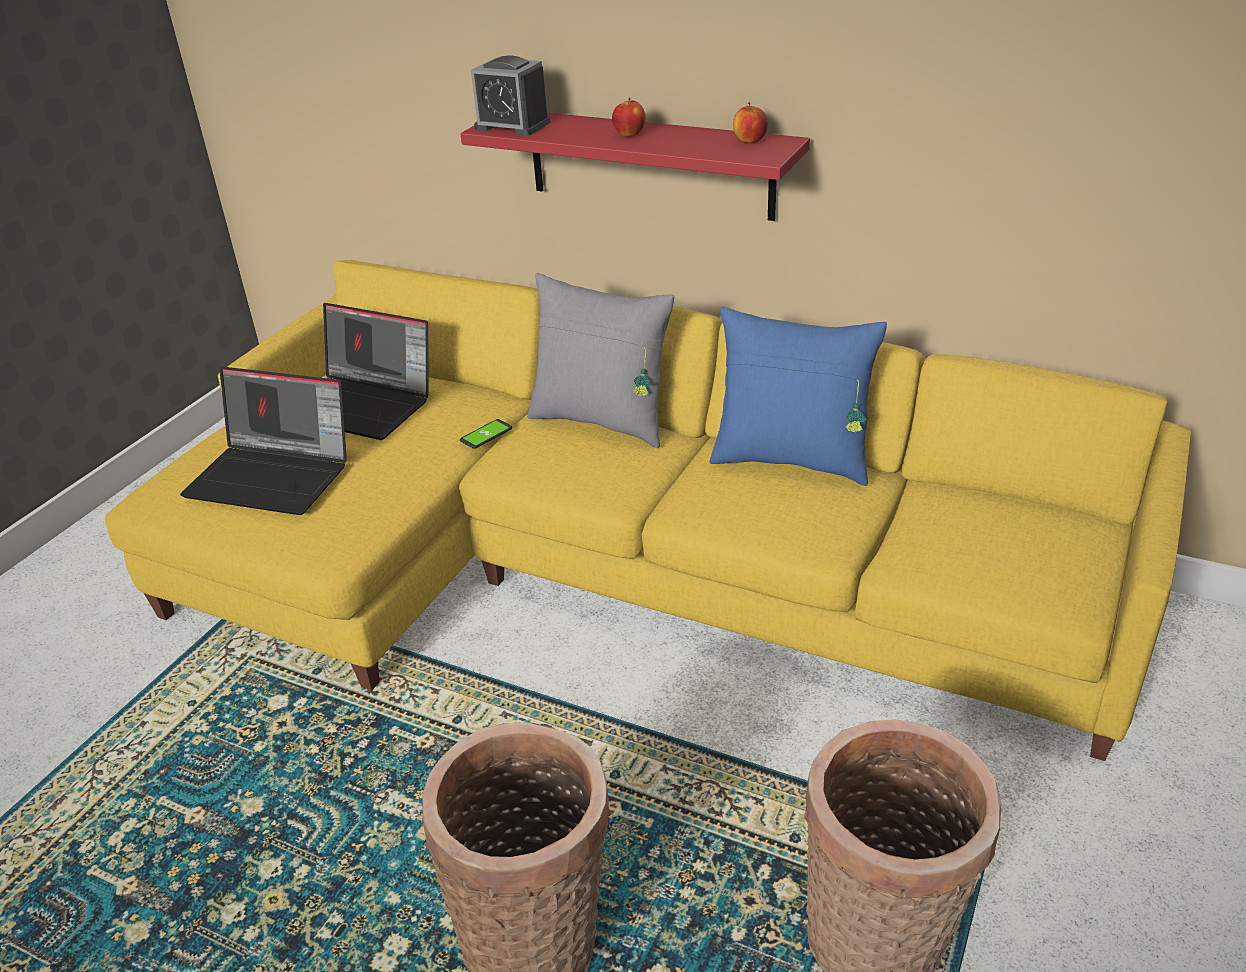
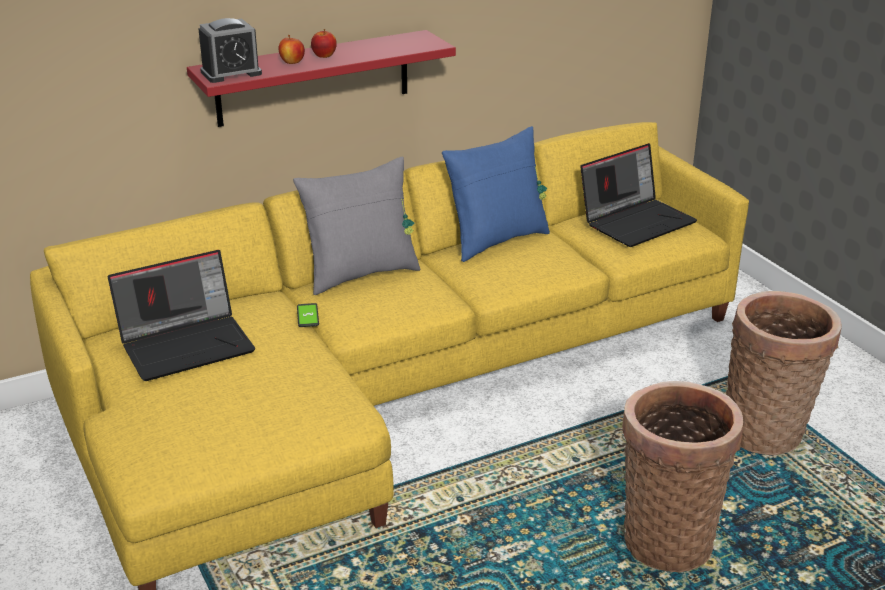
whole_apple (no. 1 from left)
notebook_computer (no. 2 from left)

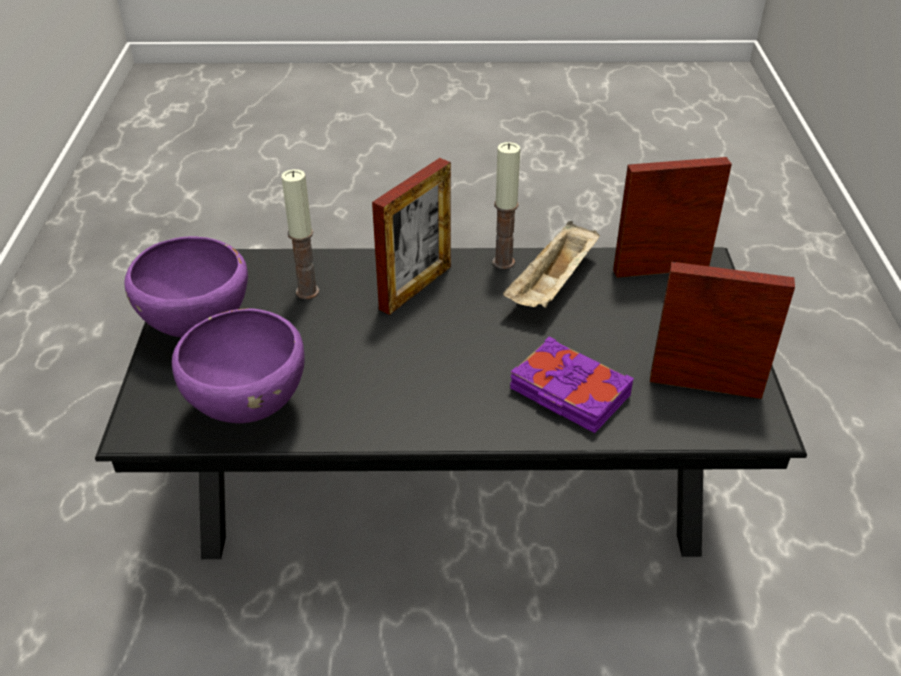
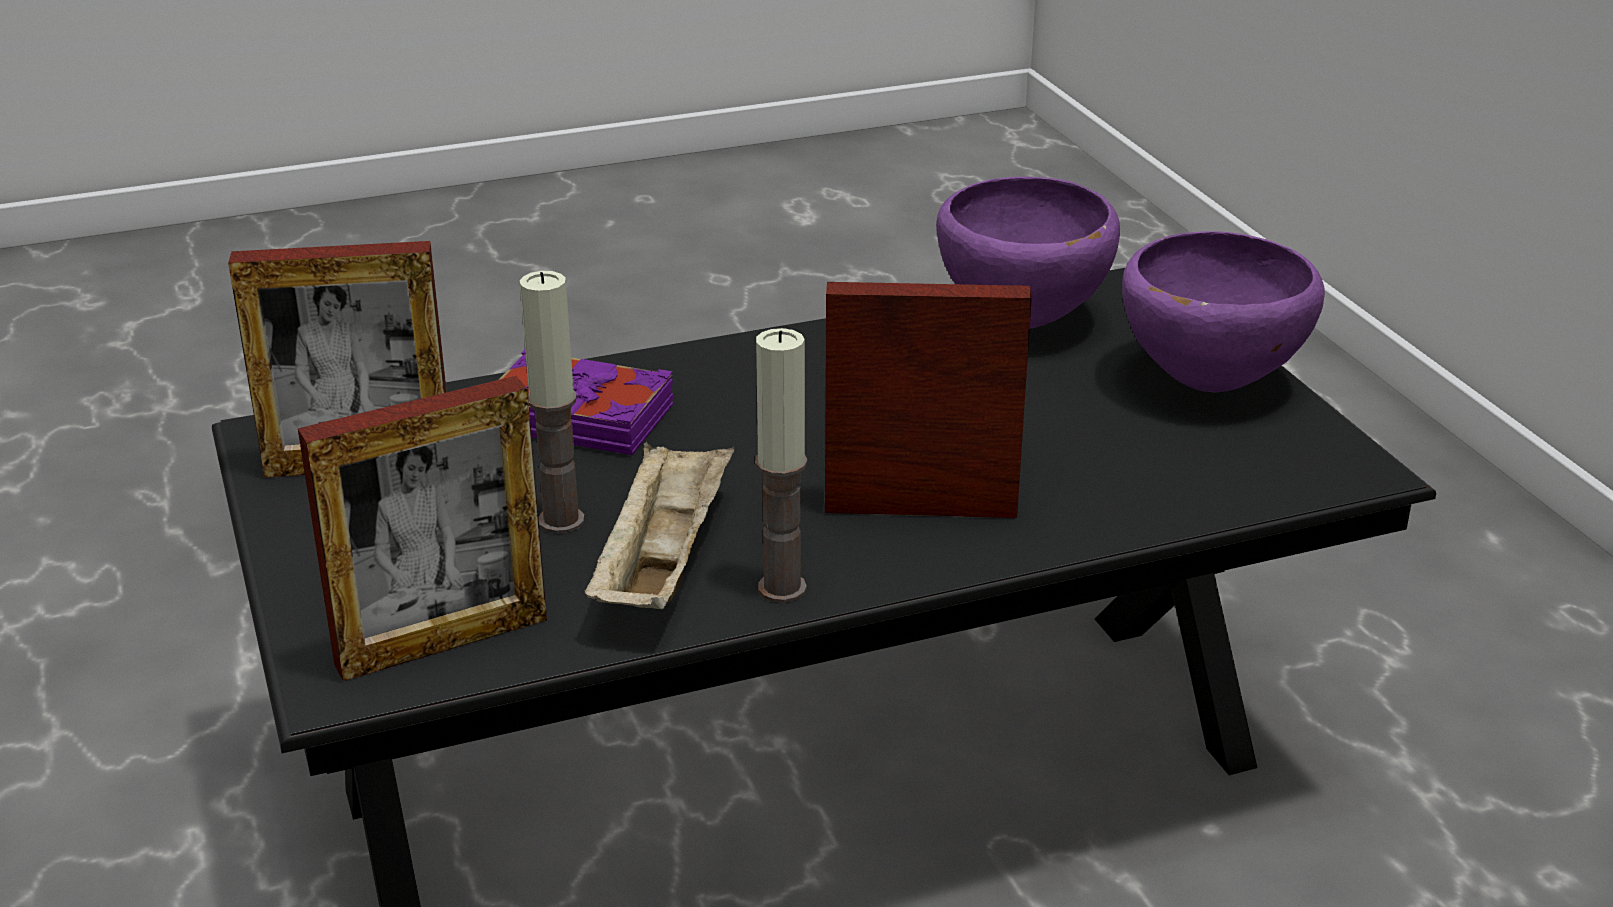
wax_light (no. 1 from left)
photo_frame (no. 3 from left)

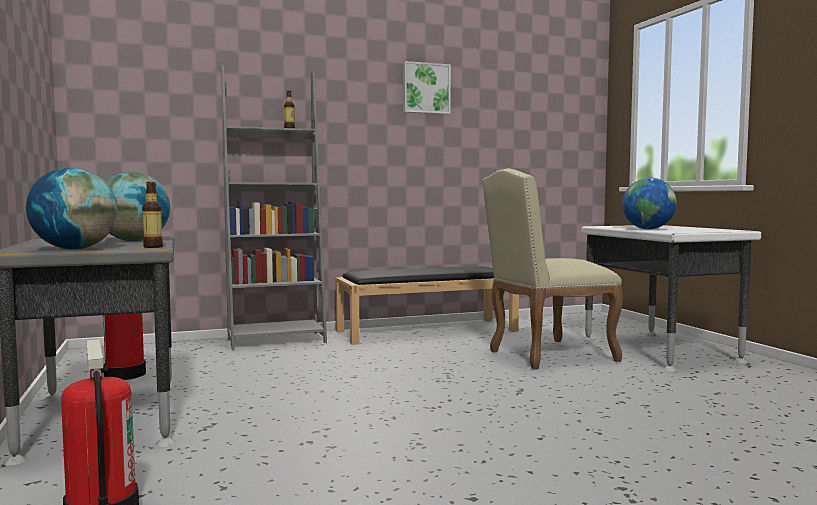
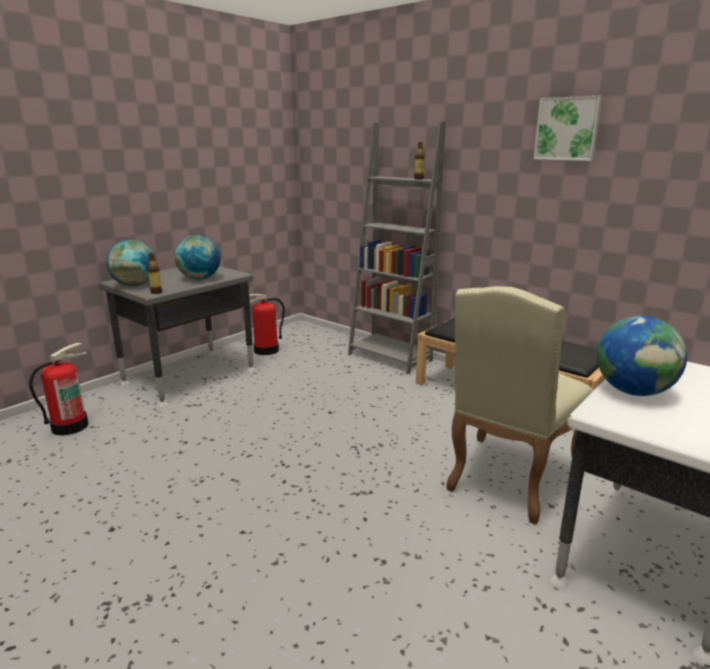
sand-coloured_chair

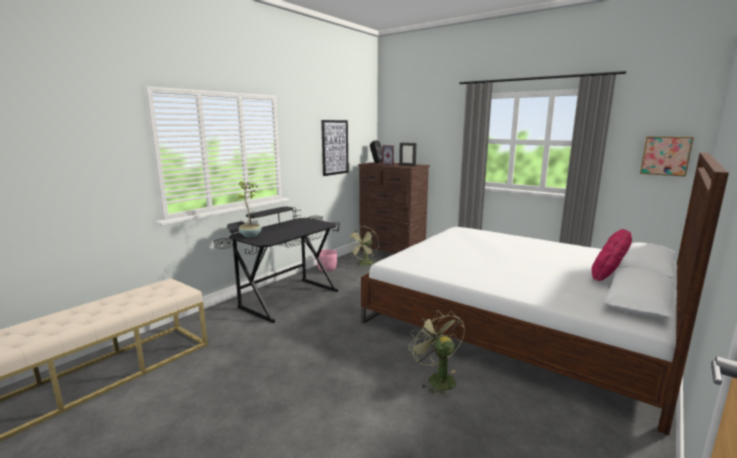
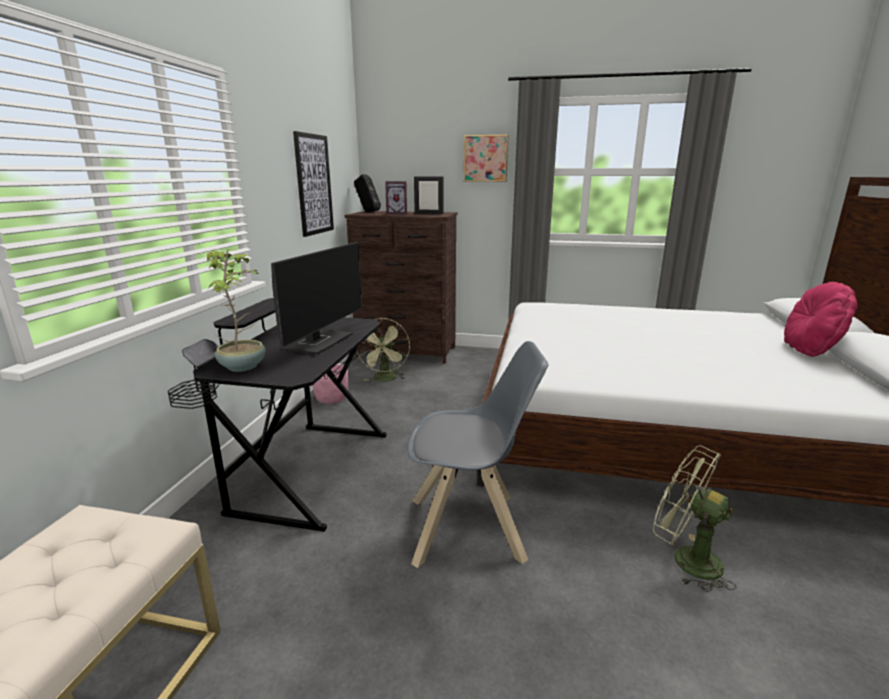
computer_screen
grey_chair
wall_art (no. 2 from left)

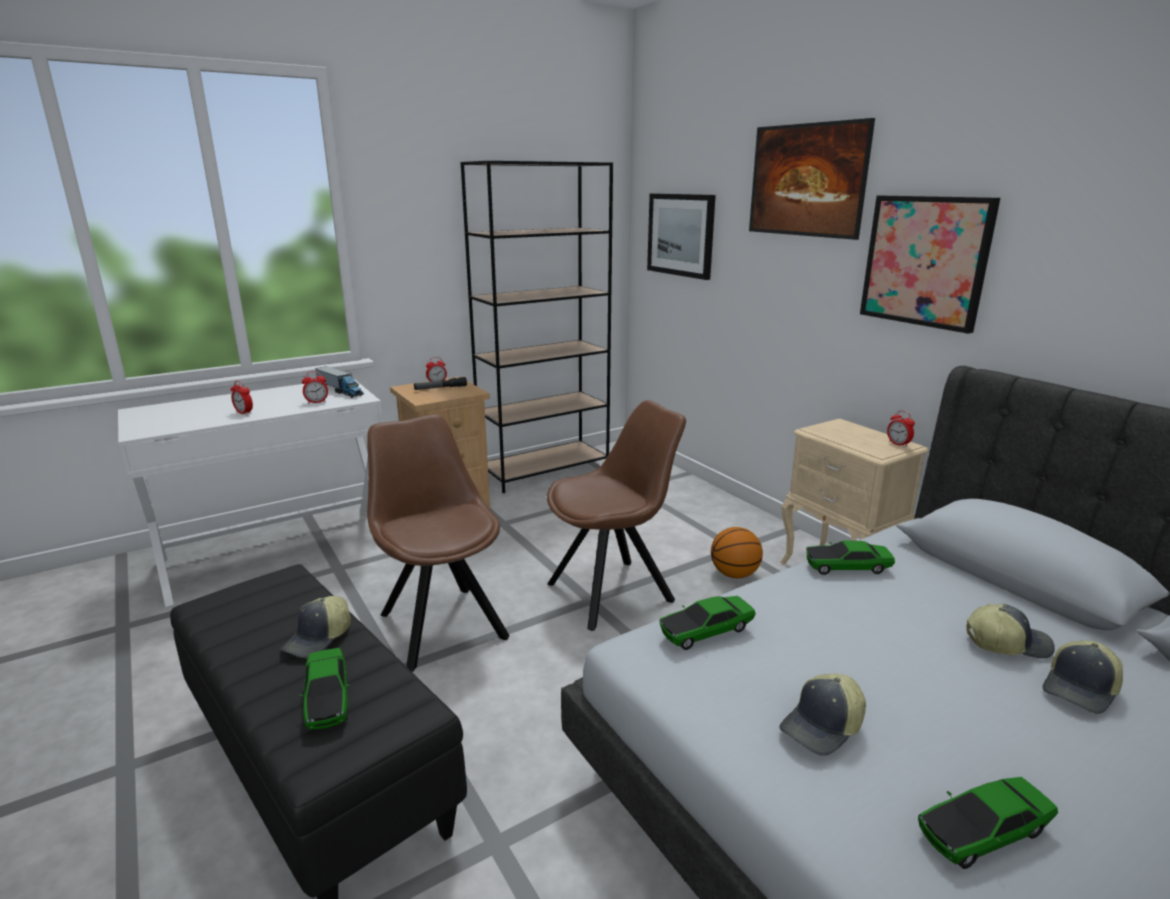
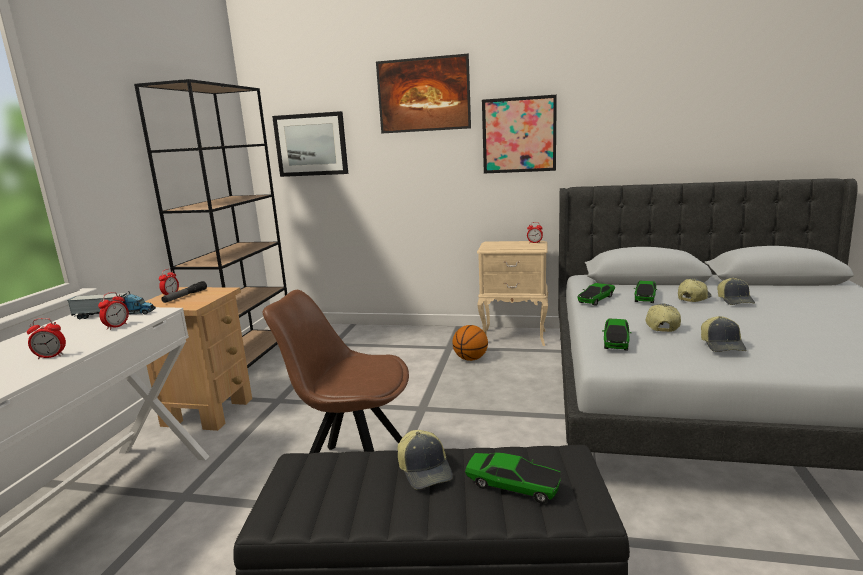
toy_car (no. 4 from left)
baseball_cap (no. 2 from left)
brownish_chair (no. 2 from left in the first image)

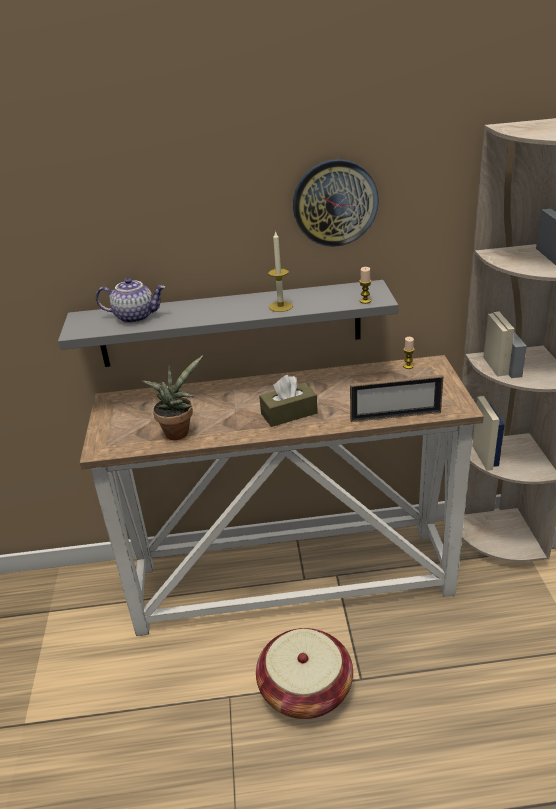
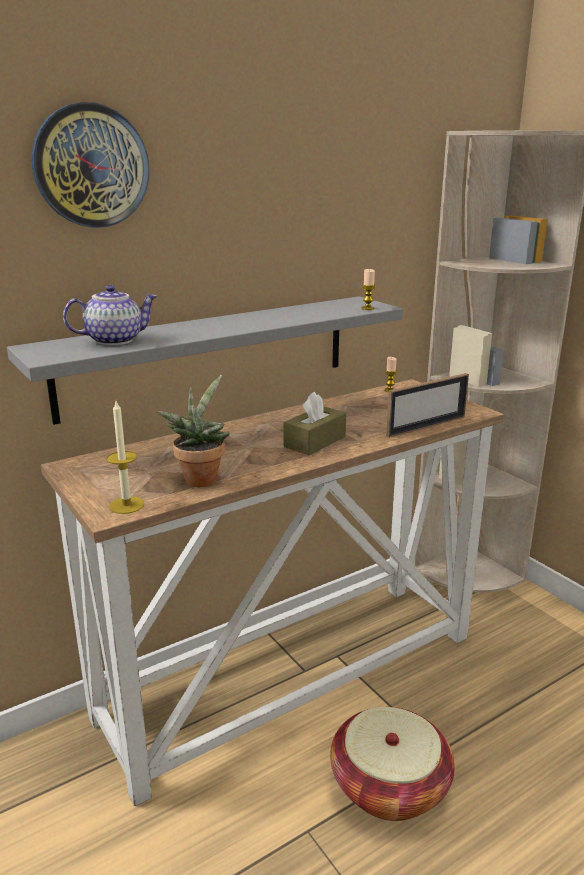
wall_clock
wax_light (no. 1 from left)

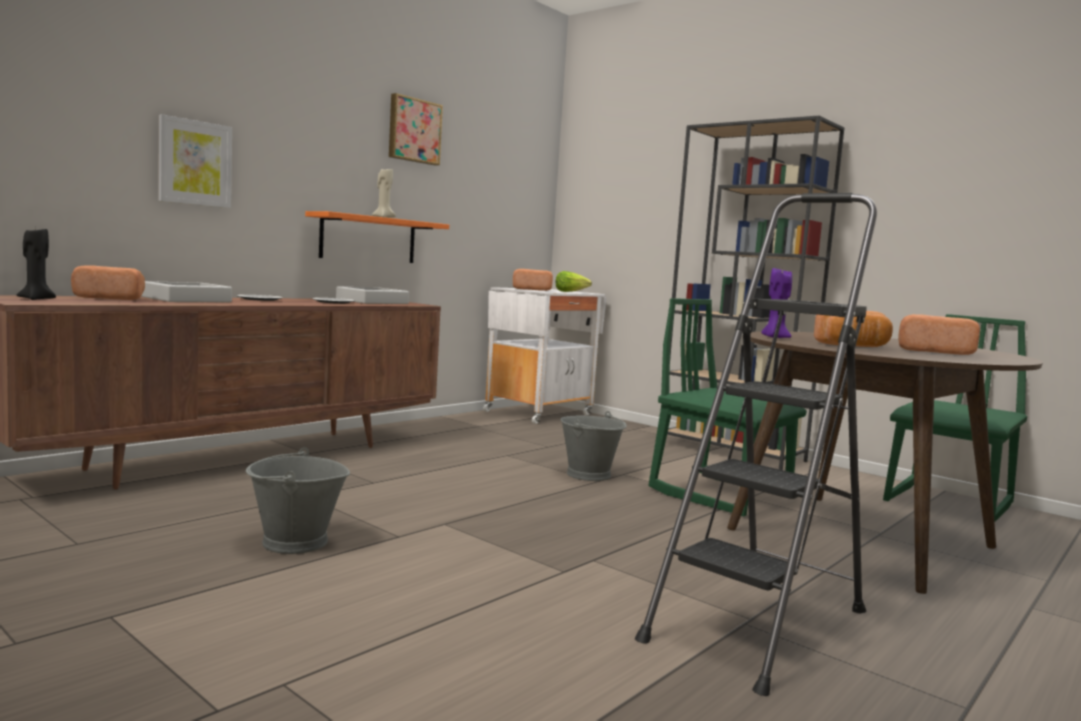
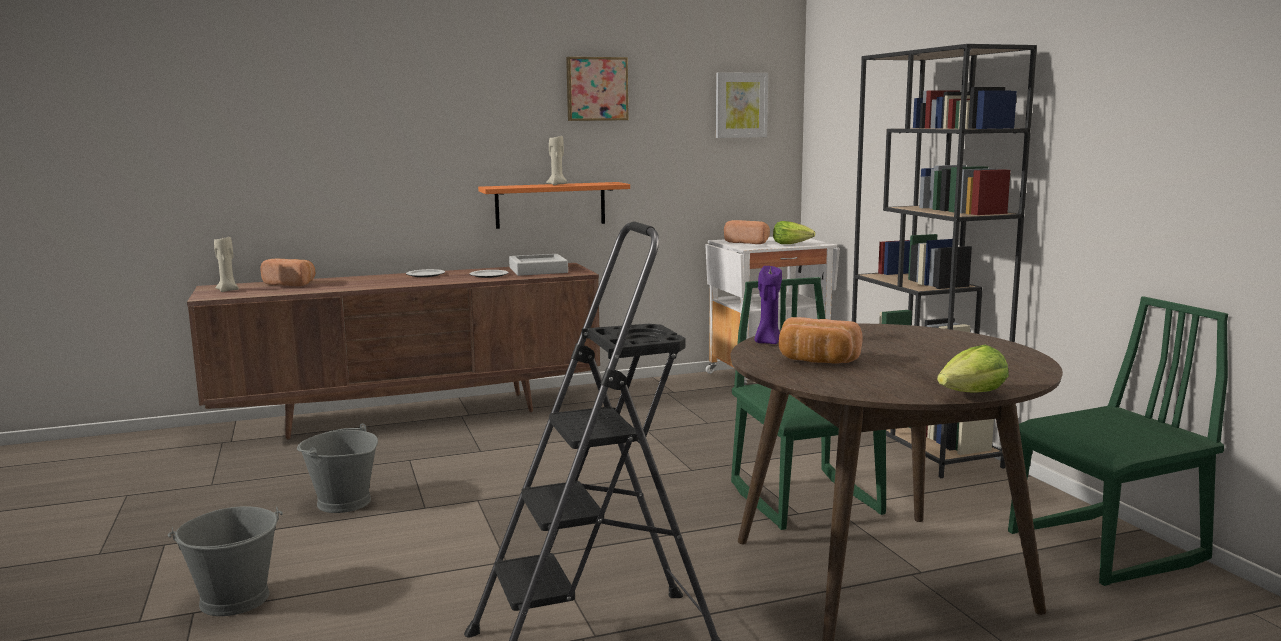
grey_bucket (no. 1 from left)
sand-coloured_wax_light (no. 1 from left)
wall_art (no. 2 from left)
lettuce (no. 2 from left)
grey_carrying_tray (no. 1 from left in the first image)
bread (no. 4 from left in the first image)

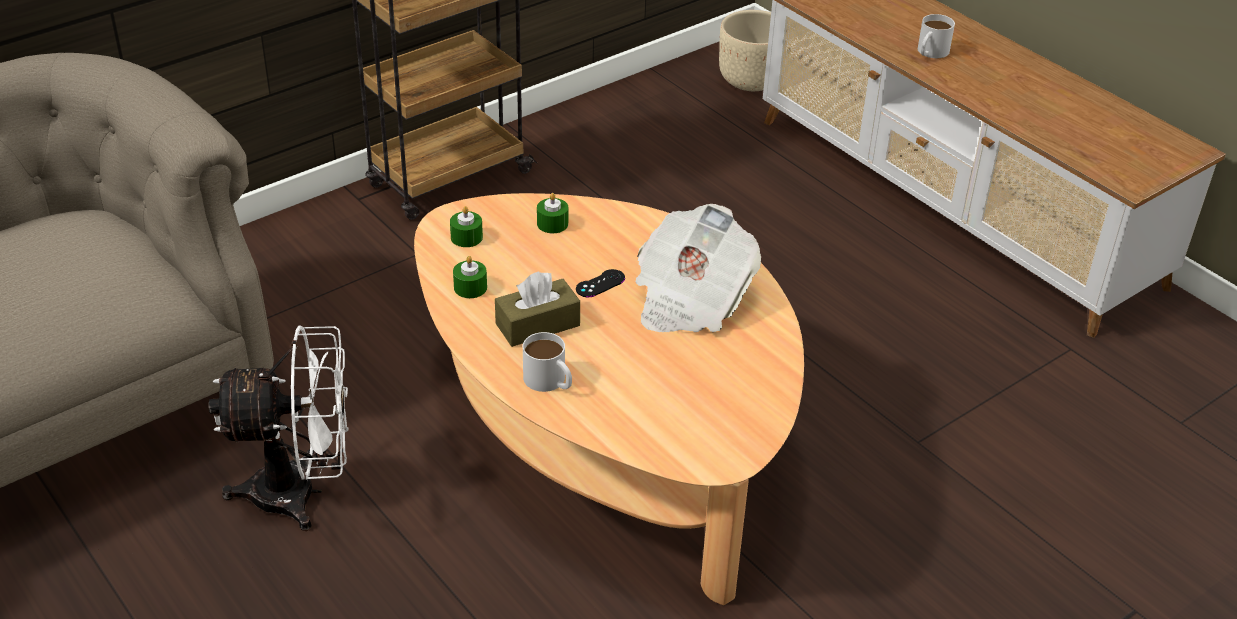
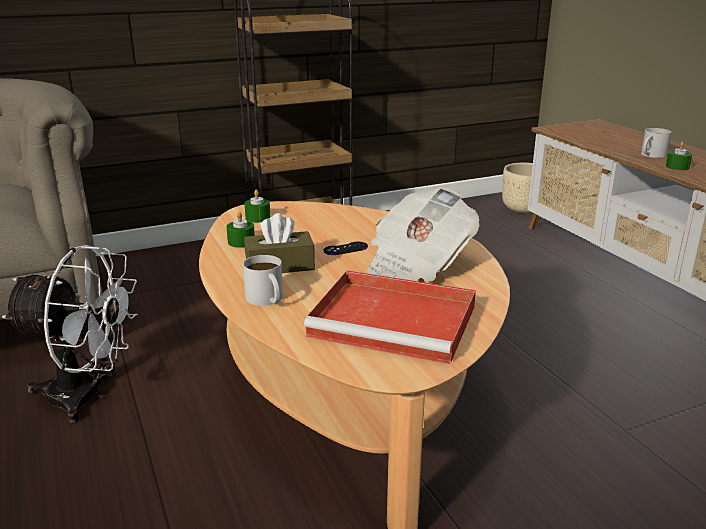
reddish_carrying_tray
green-coloured_wax_light (no. 3 from left)

